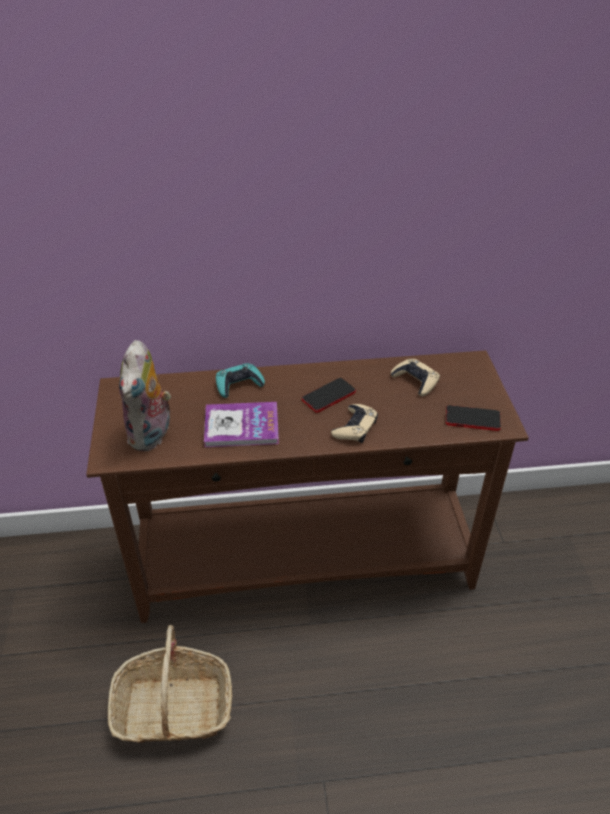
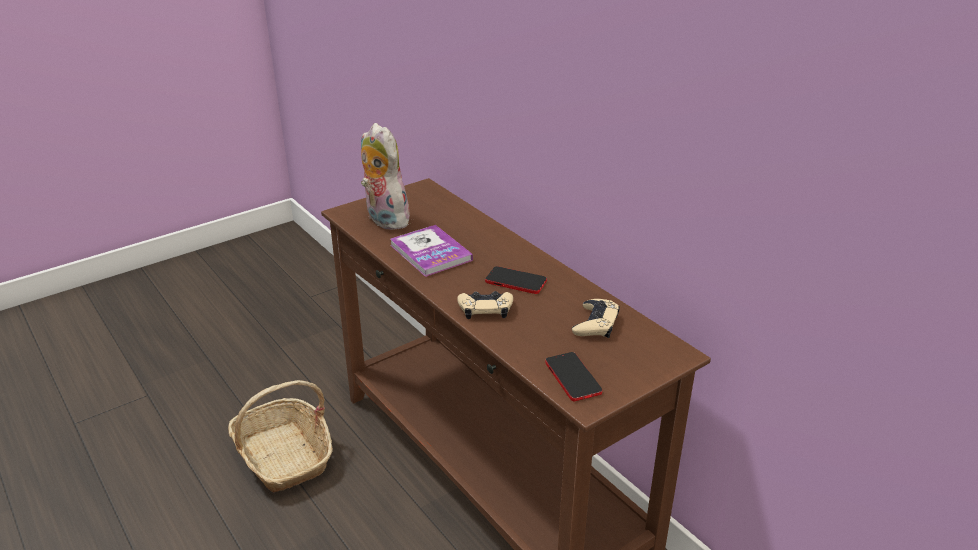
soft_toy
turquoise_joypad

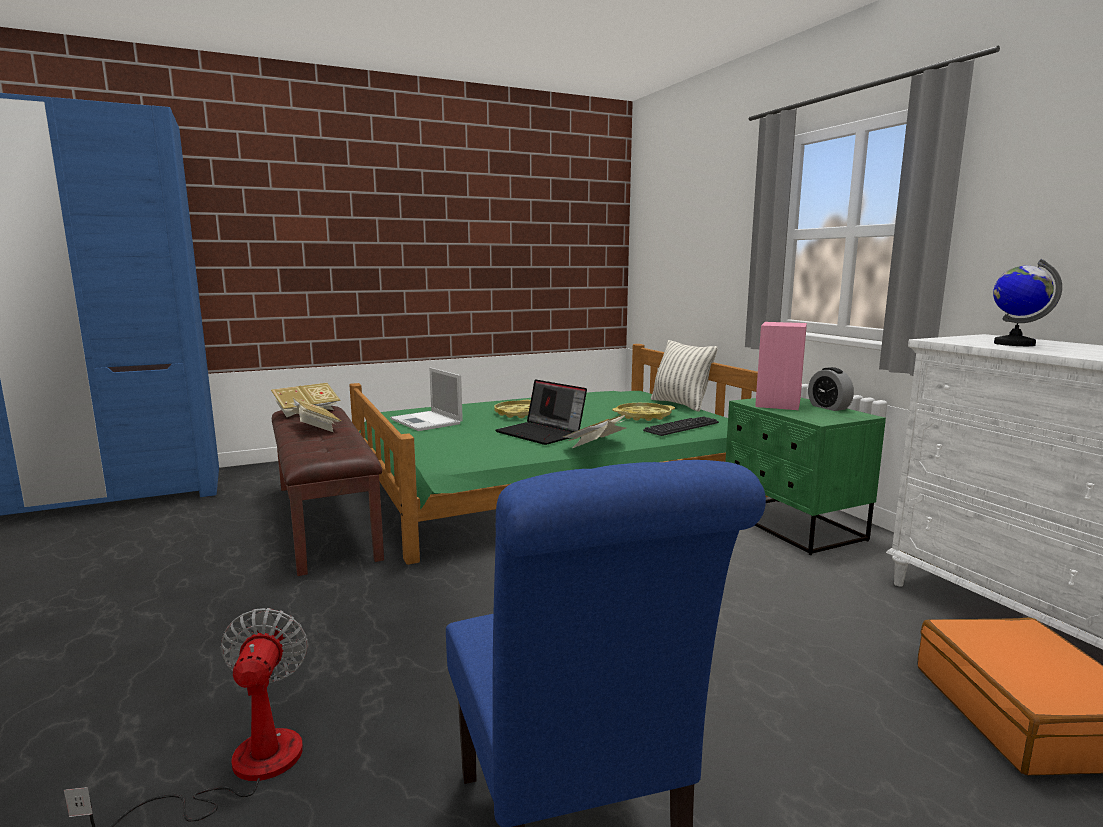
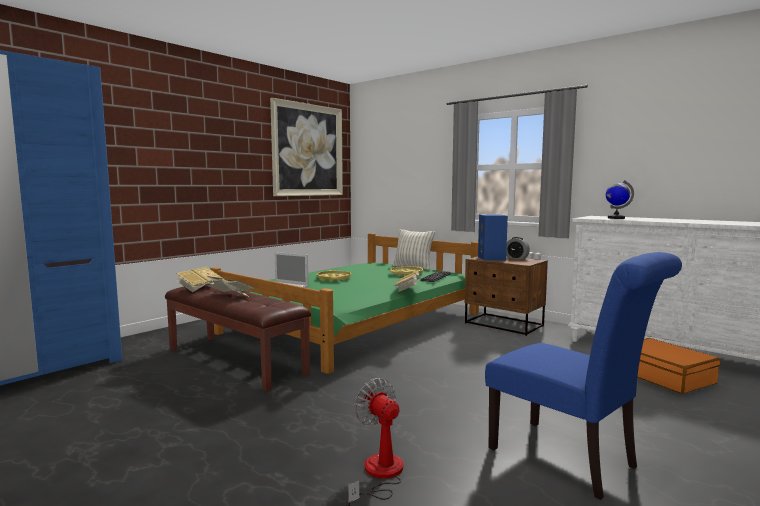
wall_art
brownish_night_table
bluish_loudspeaker
notebook_computer (no. 2 from left in the first image)

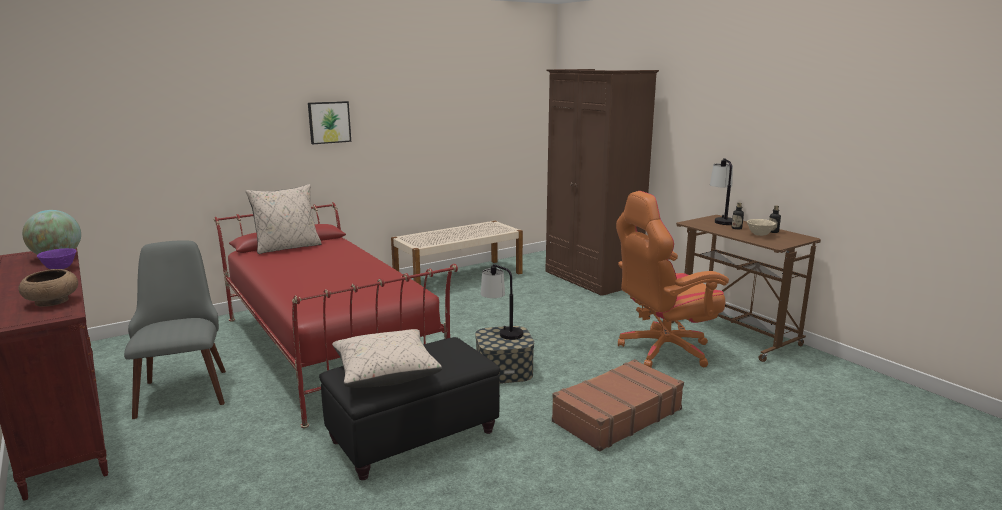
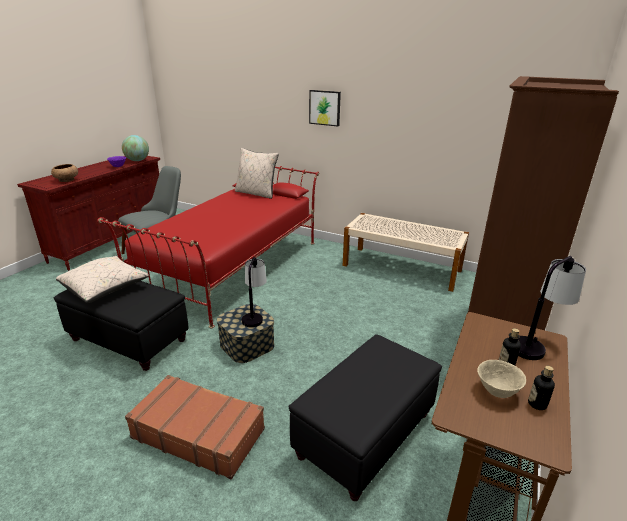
black_footrest (no. 2 from left)

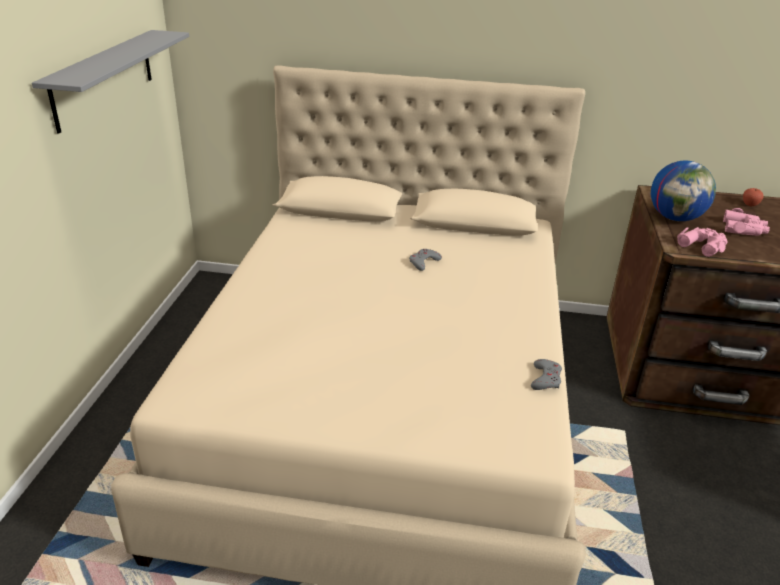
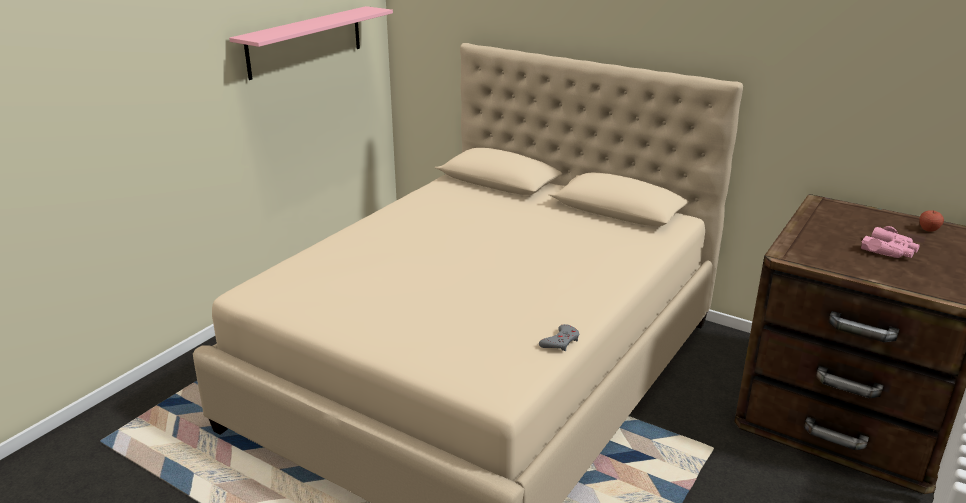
pink-coloured_shelf
grey_joypad (no. 1 from left in the first image)
world_globe
pink-coloured_pair_of_binoculars (no. 1 from left in the first image)

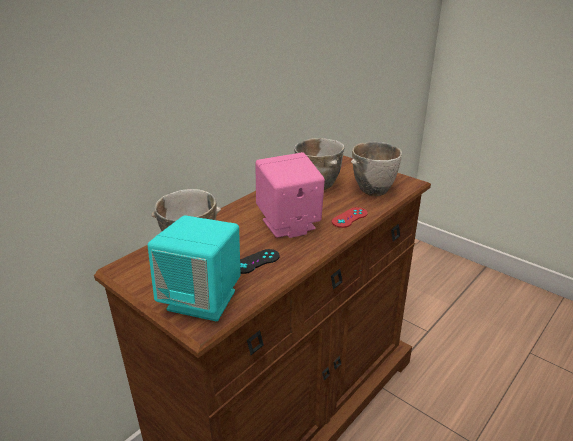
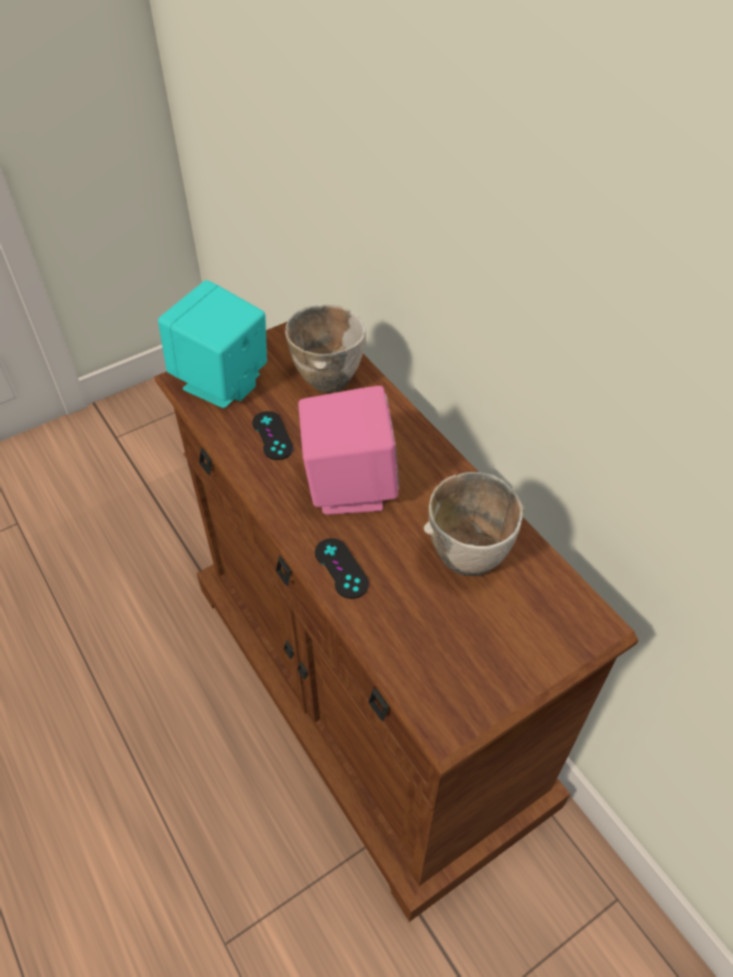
black_joypad (no. 2 from left)
serving_bowl (no. 3 from left in the first image)

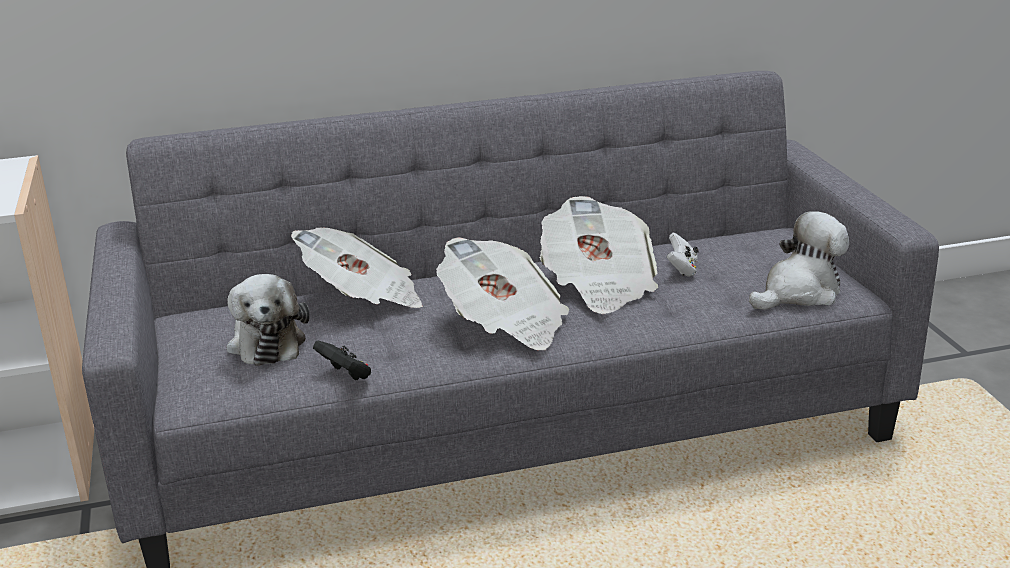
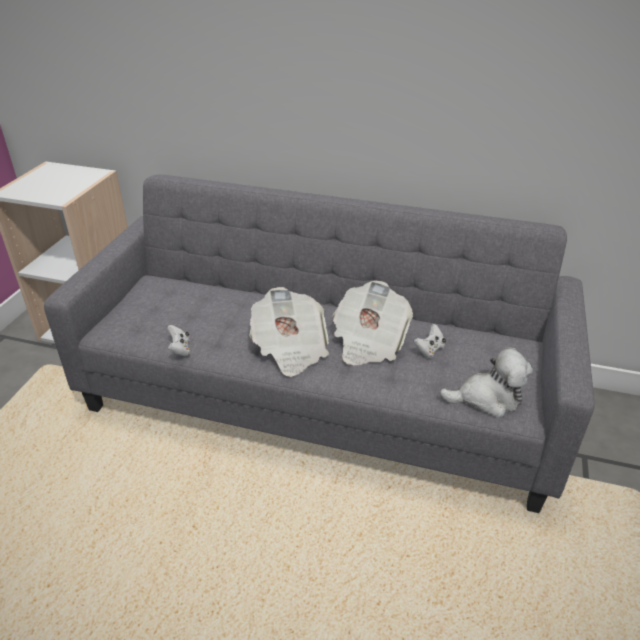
white_joypad (no. 1 from left)
soft_toy (no. 1 from left in the first image)
printed_paper (no. 1 from left in the first image)

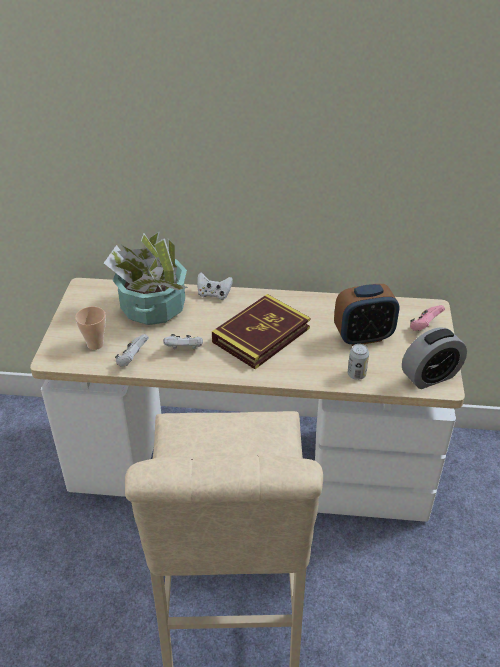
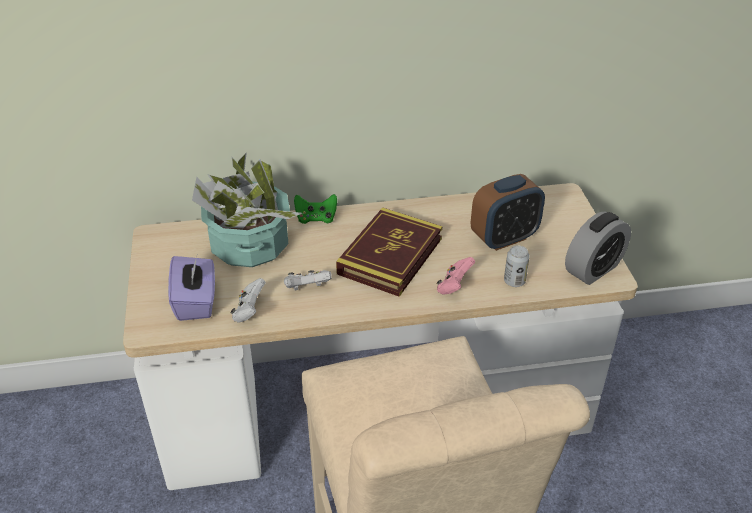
purple_box_of_tissues
green-coloured_joypad
pink-coloured_joypad

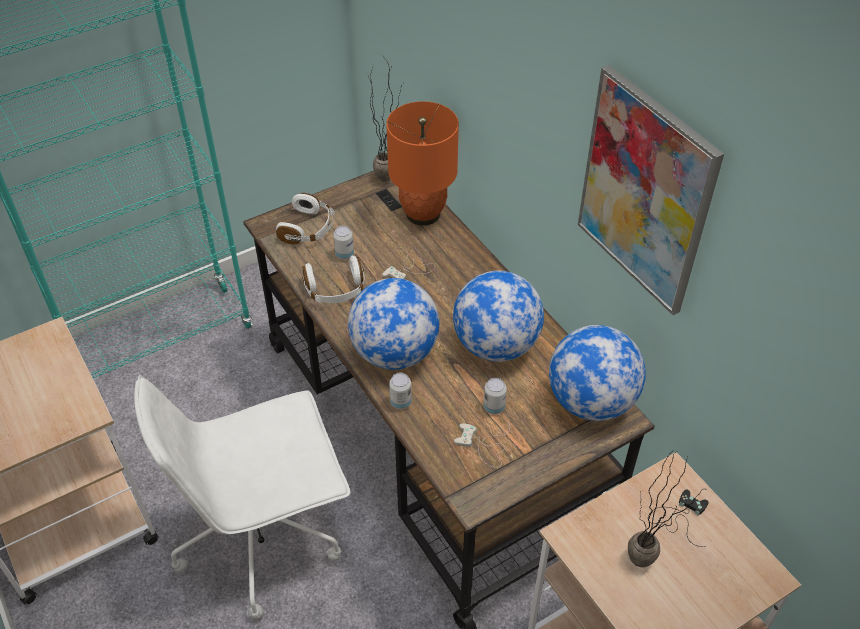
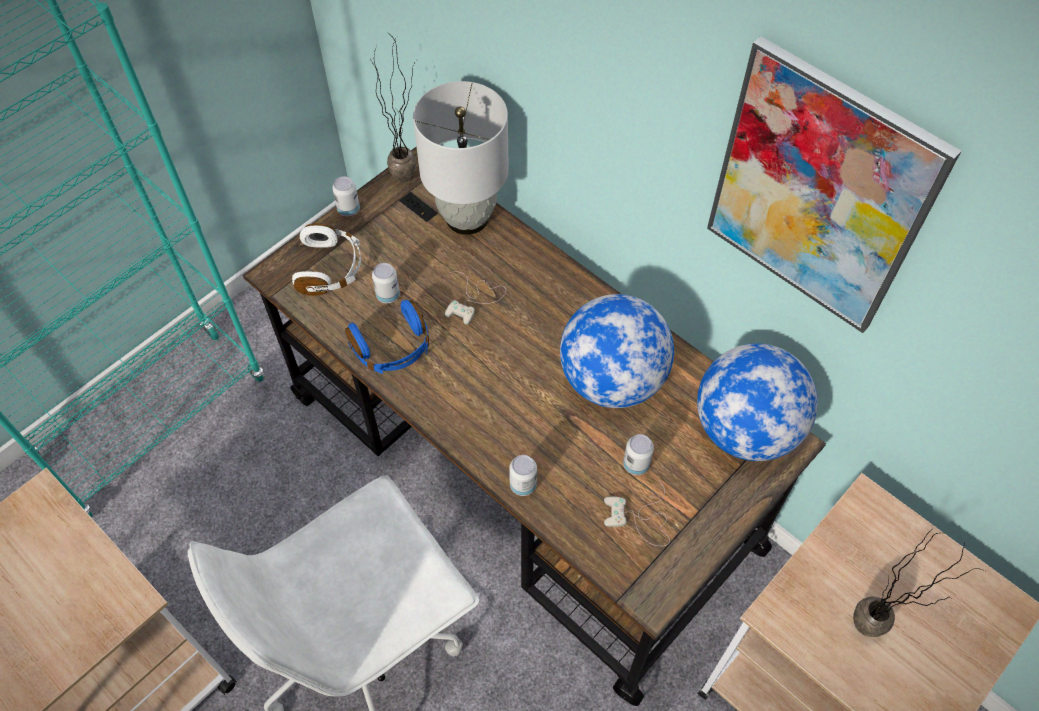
sealed_can (no. 1 from left)
bluish_headset
white_table_lamp
world_globe (no. 1 from left in the first image)
black_joypad

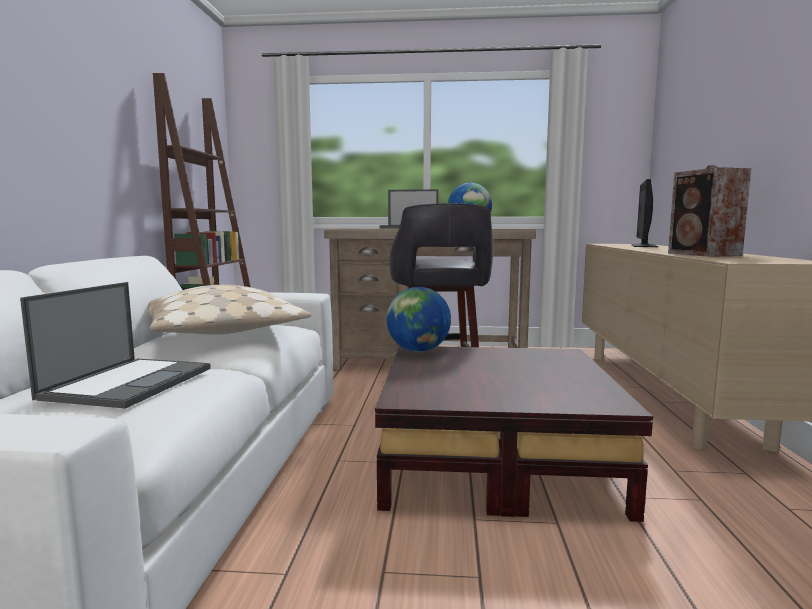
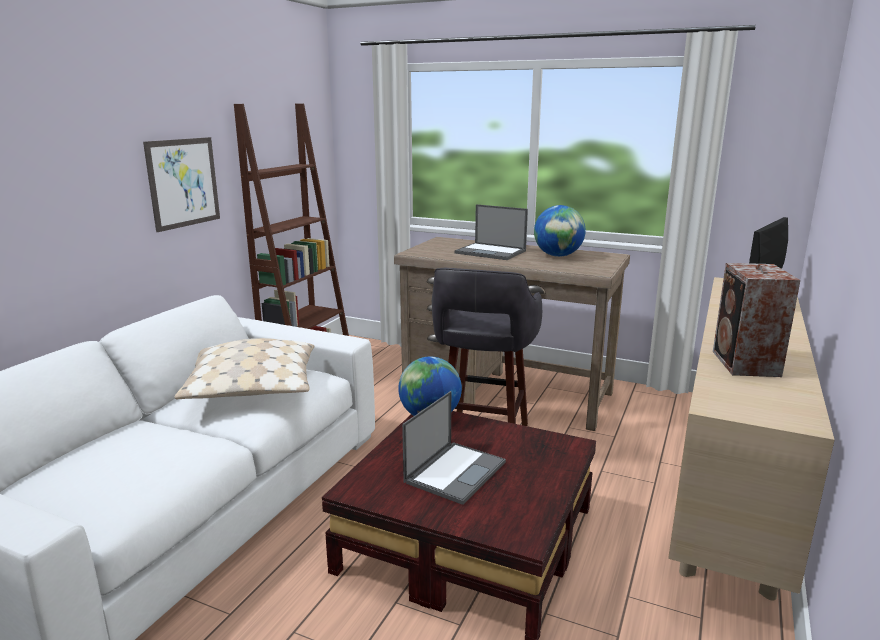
wall_art
notebook_computer (no. 1 from left)

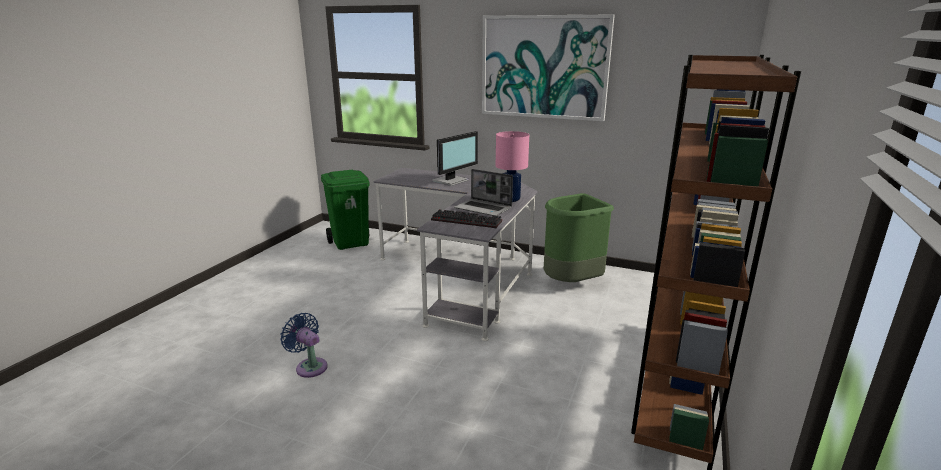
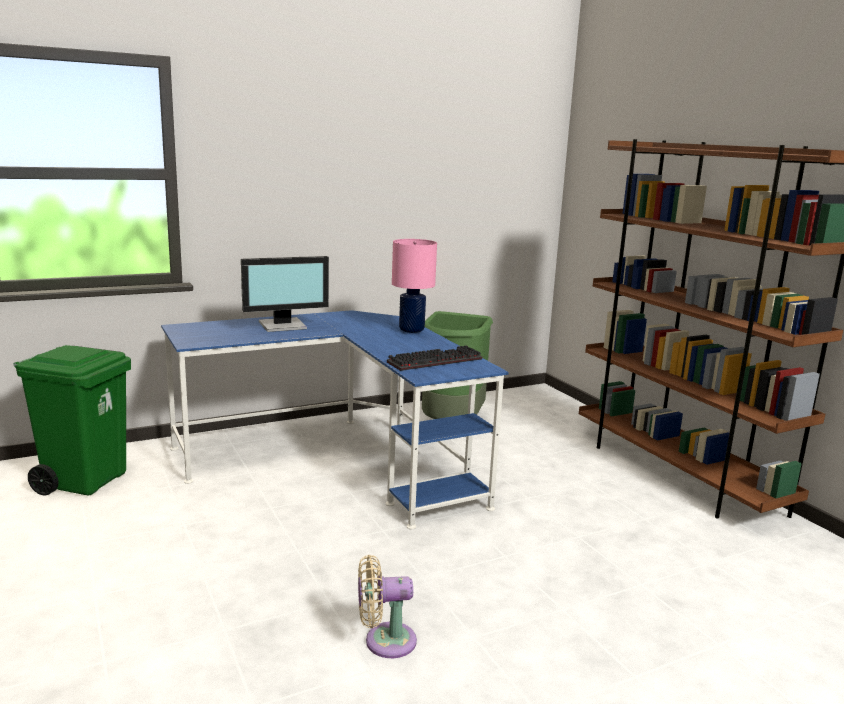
bluish_desk
computer_screen
sand-coloured_fan
notebook_computer
wall_art

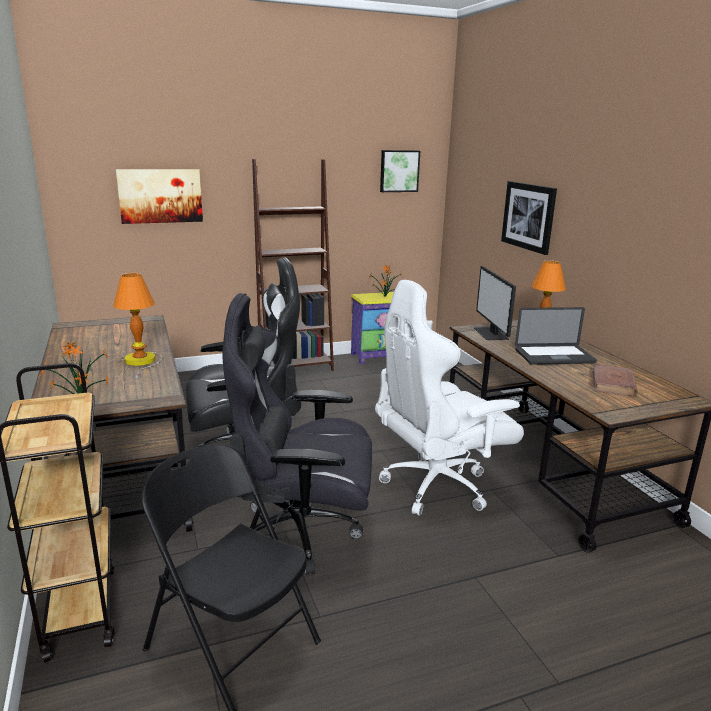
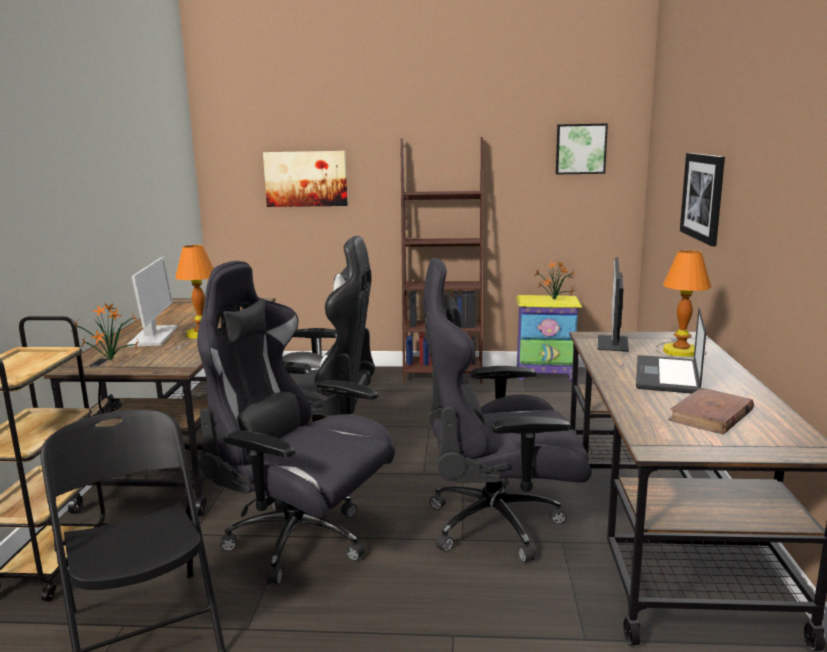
computer_screen (no. 1 from left)
black_desk_chair (no. 3 from left)
notebook_computer

